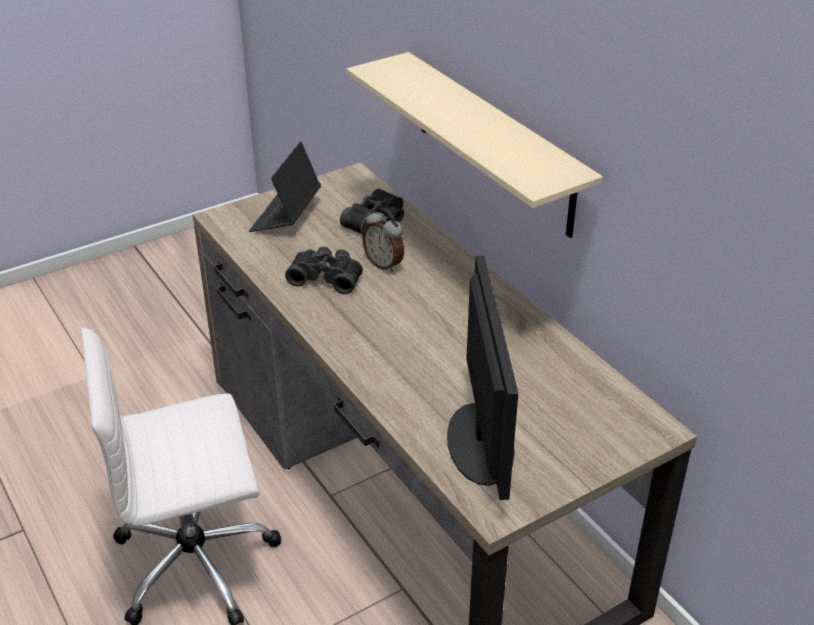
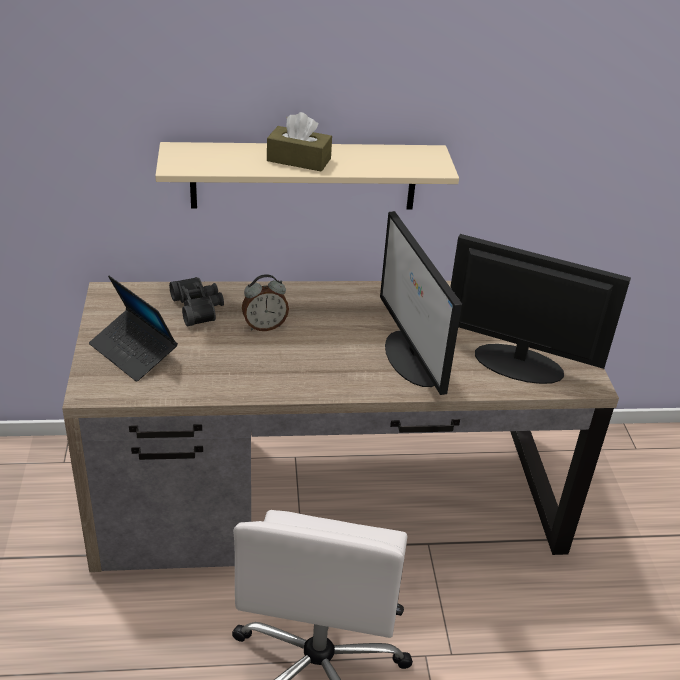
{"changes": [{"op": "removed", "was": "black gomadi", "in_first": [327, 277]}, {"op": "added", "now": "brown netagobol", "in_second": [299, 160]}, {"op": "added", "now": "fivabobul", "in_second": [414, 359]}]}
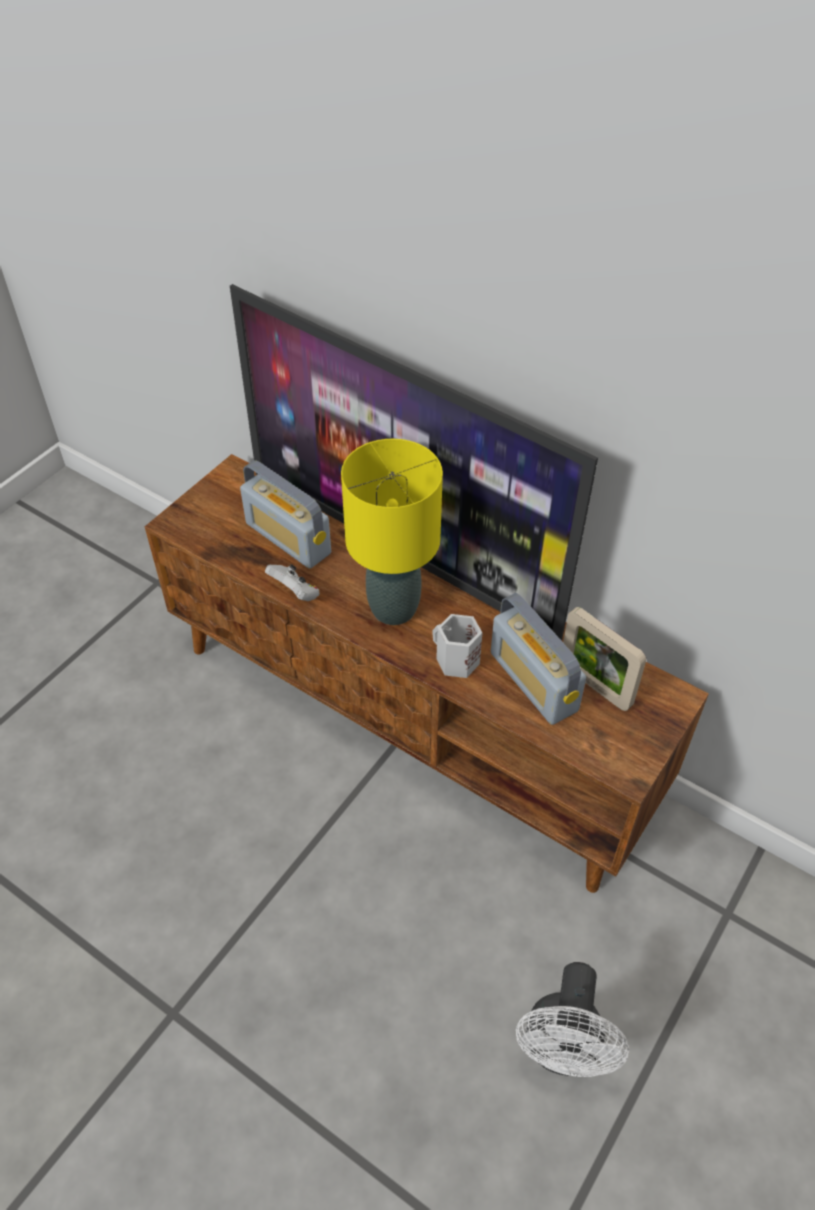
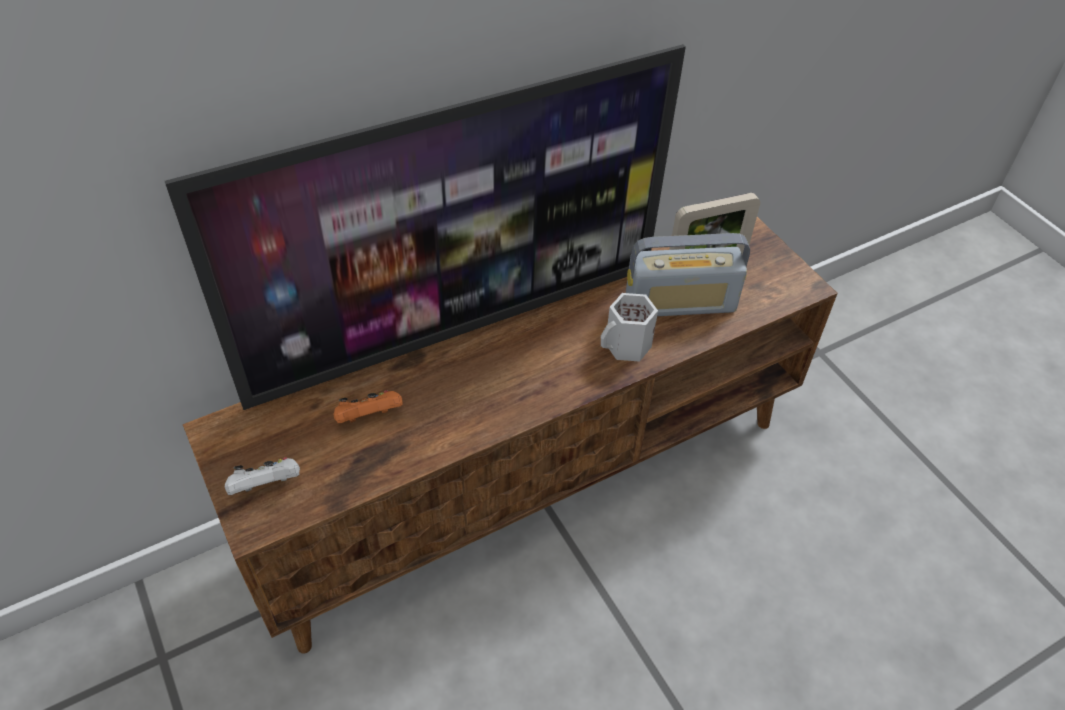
{"changes": [{"op": "replaced", "was": "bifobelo", "now": "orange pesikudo", "in_first": [288, 538], "in_second": [369, 418]}, {"op": "moved", "was": "white pesikudo", "in_first": [295, 593], "in_second": [267, 486]}, {"op": "removed", "was": "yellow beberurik", "in_first": [393, 609]}, {"op": "removed", "was": "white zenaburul", "in_first": [563, 1051]}]}
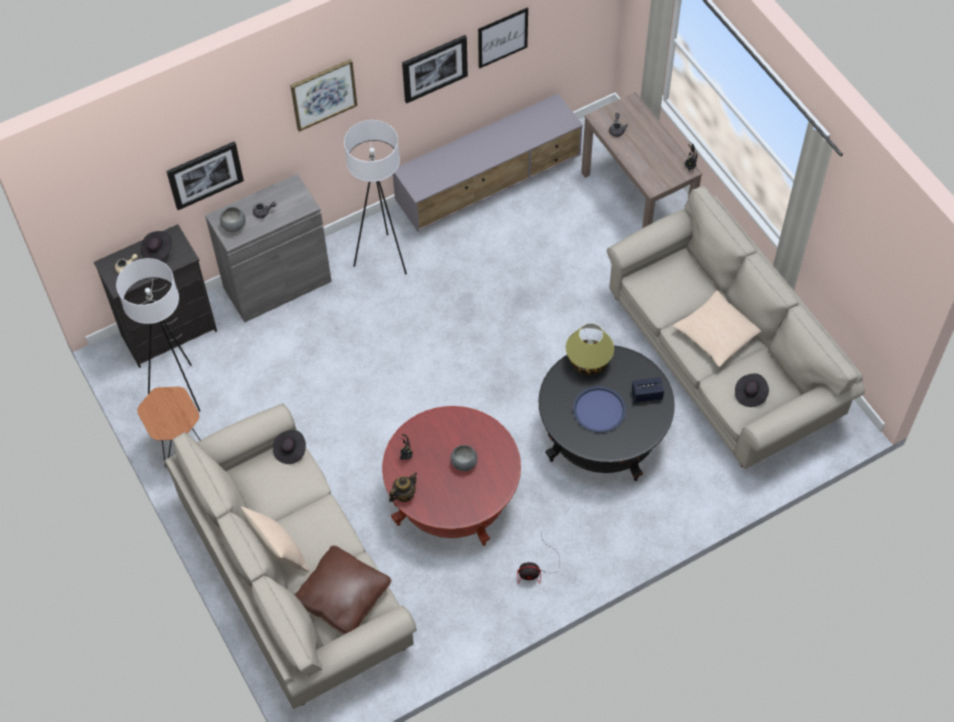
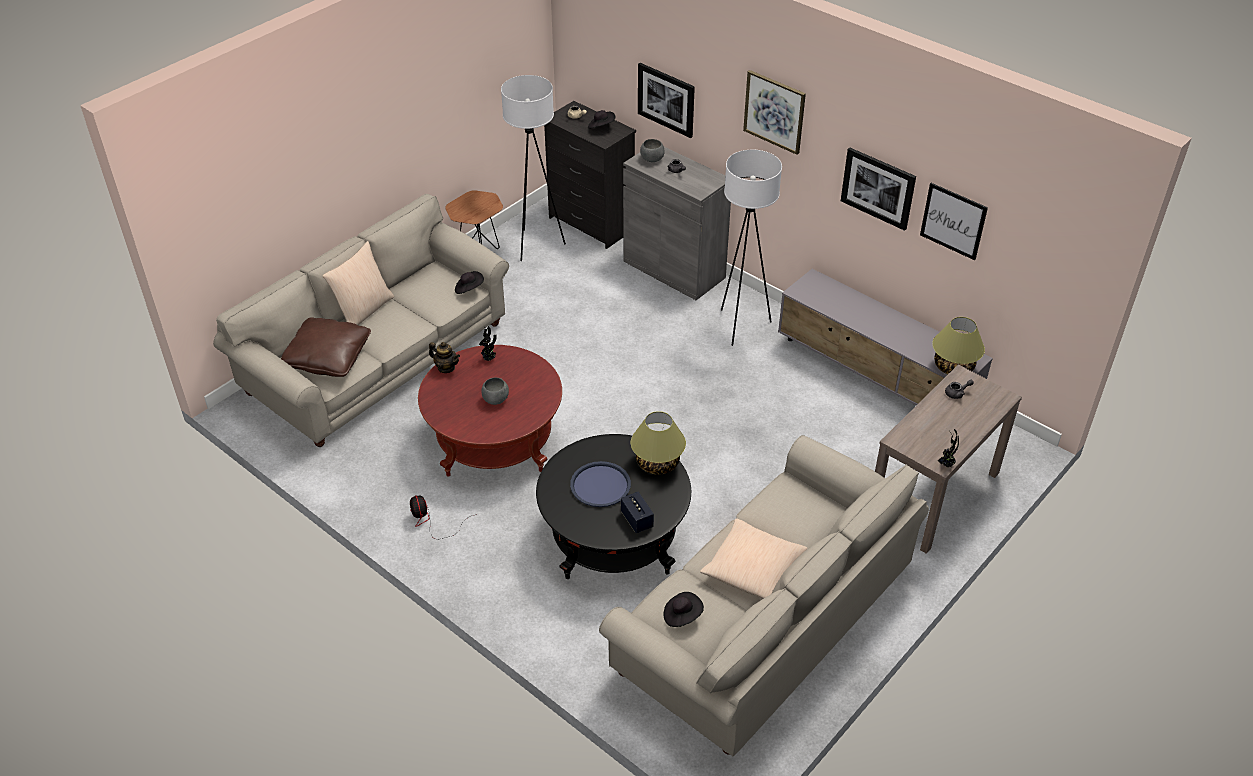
{"changes": [{"op": "added", "now": "beberurik", "in_second": [954, 367]}]}
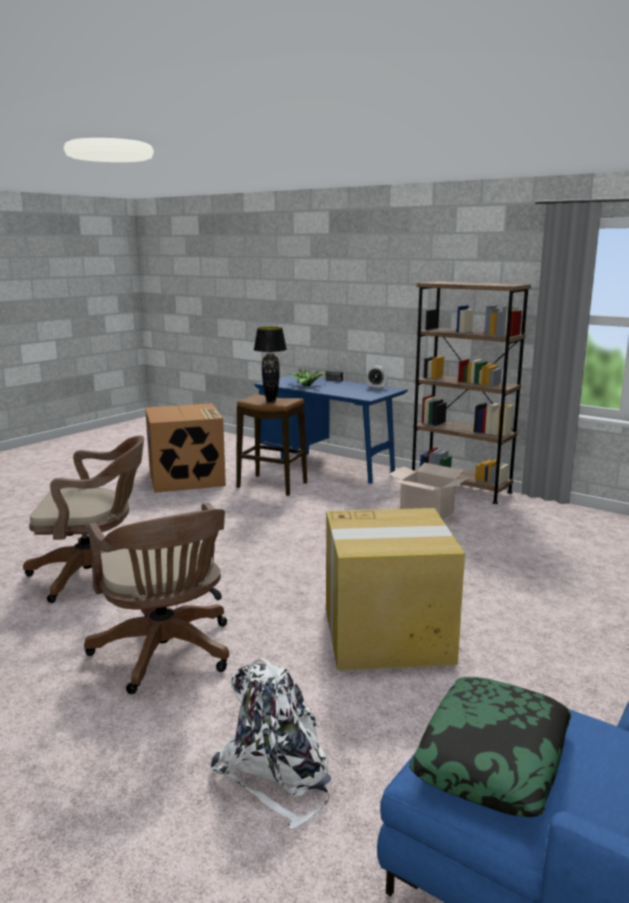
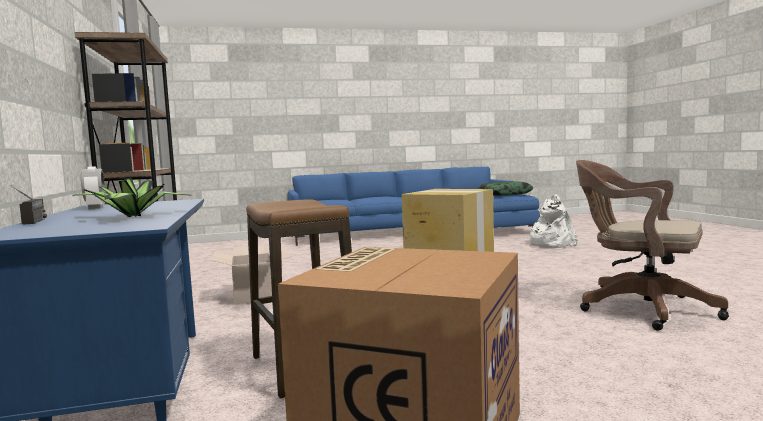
{"changes": [{"op": "removed", "was": "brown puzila", "in_first": [166, 655]}, {"op": "removed", "was": "black beberurik", "in_first": [270, 401]}]}
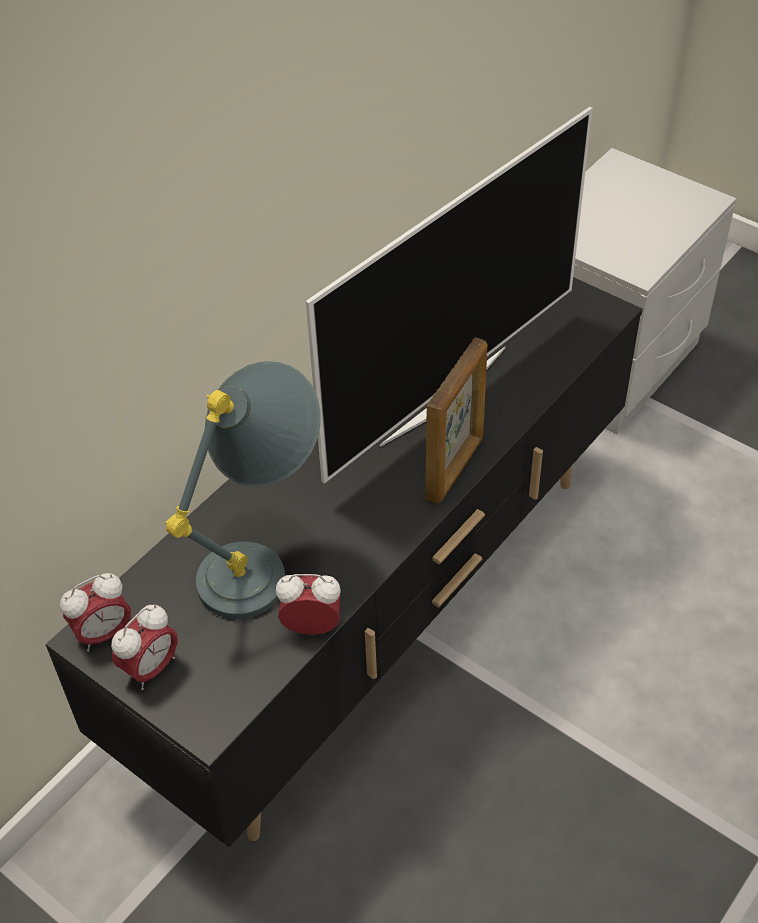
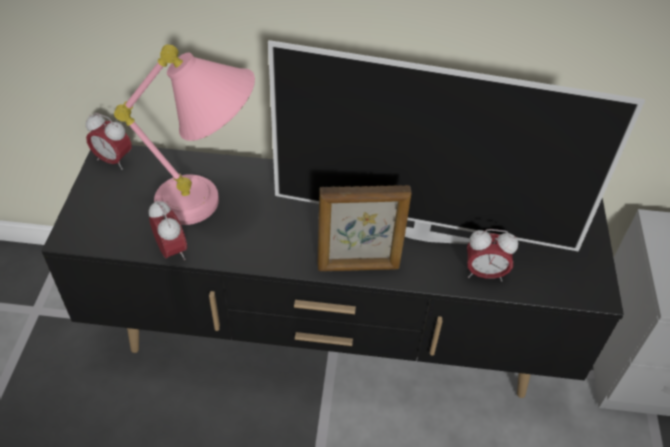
{"changes": [{"op": "moved", "was": "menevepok", "in_first": [151, 669], "in_second": [484, 273]}, {"op": "recoloured", "was": "grey beberurik", "now": "pink beberurik", "in_first": [264, 560], "in_second": [211, 204]}]}
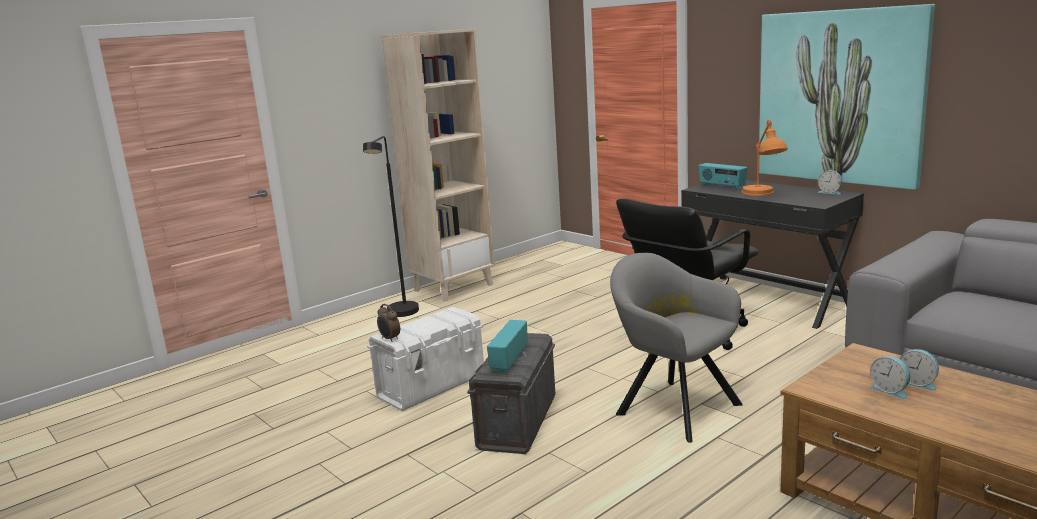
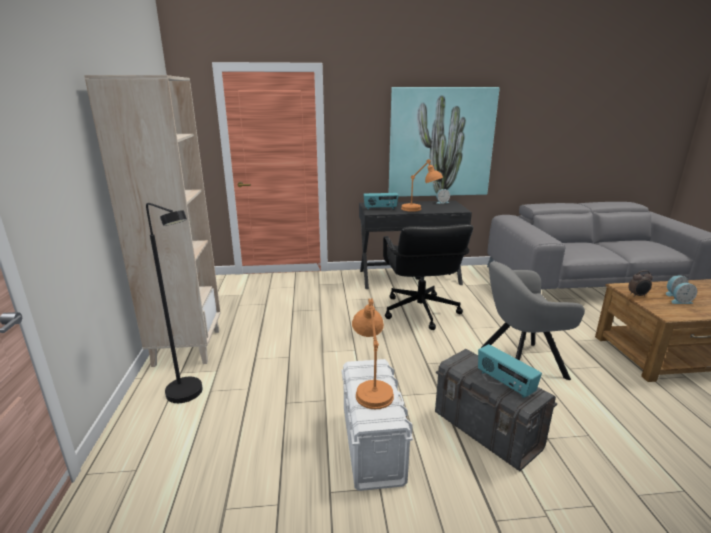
{"changes": [{"op": "moved", "was": "menevepok", "in_first": [389, 339], "in_second": [637, 295]}, {"op": "added", "now": "orange beberurik", "in_second": [371, 385]}]}
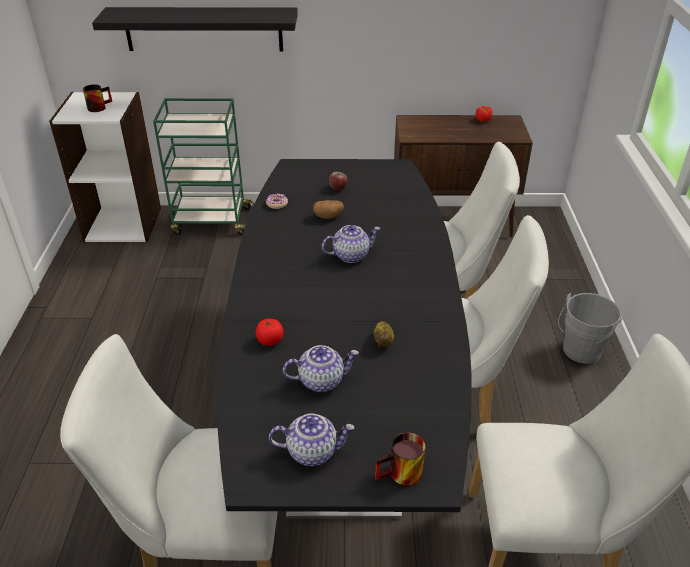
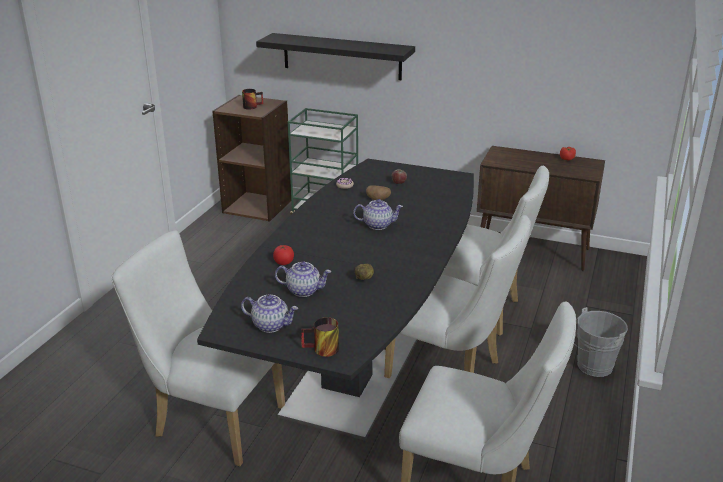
{"changes": [{"op": "recoloured", "was": "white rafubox", "now": "brown rafubox", "in_first": [124, 224], "in_second": [258, 206]}]}
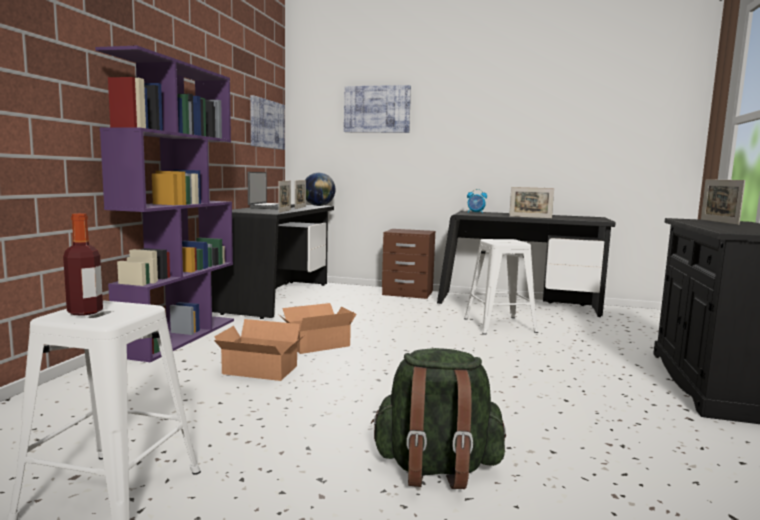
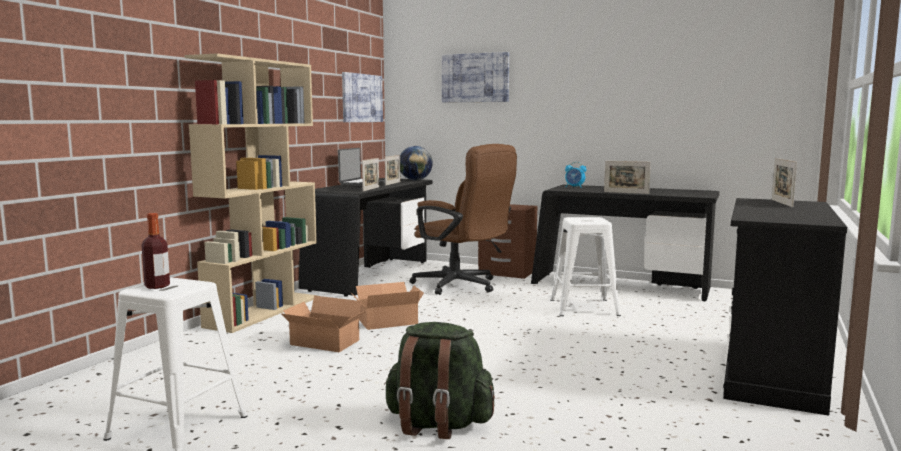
{"changes": [{"op": "recoloured", "was": "purple rafubox", "now": "beige rafubox", "in_first": [179, 336], "in_second": [264, 311]}, {"op": "added", "now": "brown puzila", "in_second": [462, 286]}]}
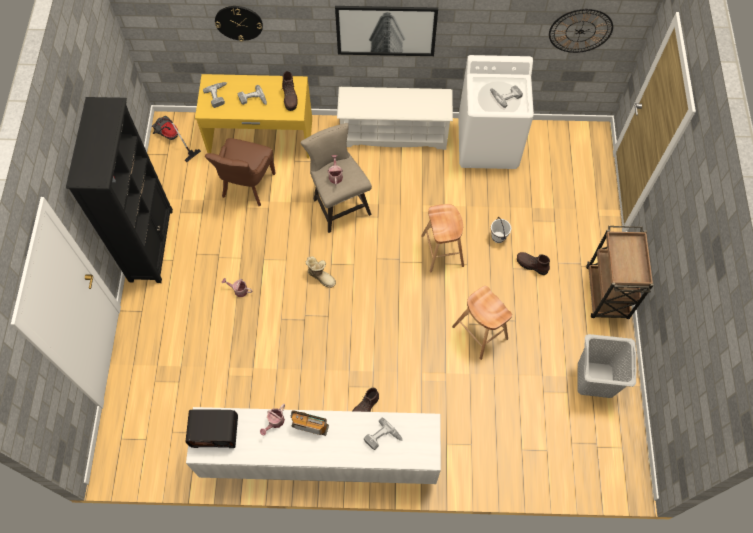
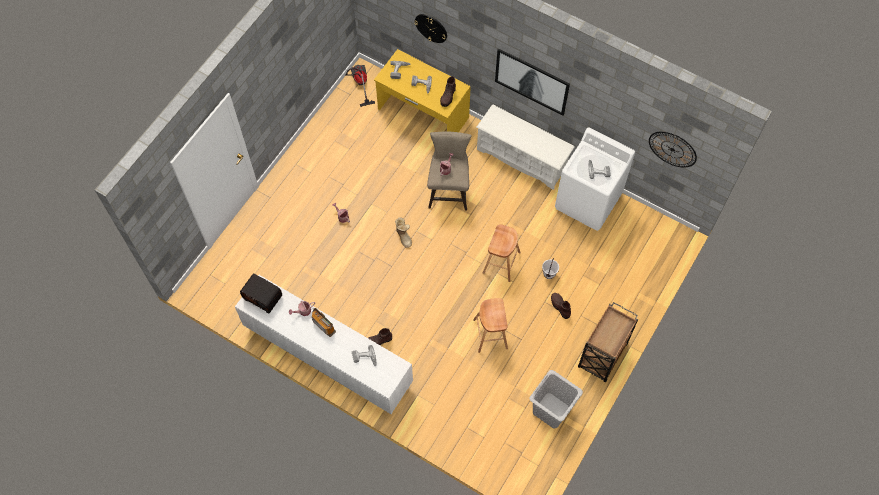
{"changes": [{"op": "removed", "was": "black rafubox", "in_first": [151, 244]}, {"op": "removed", "was": "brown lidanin", "in_first": [247, 186]}]}
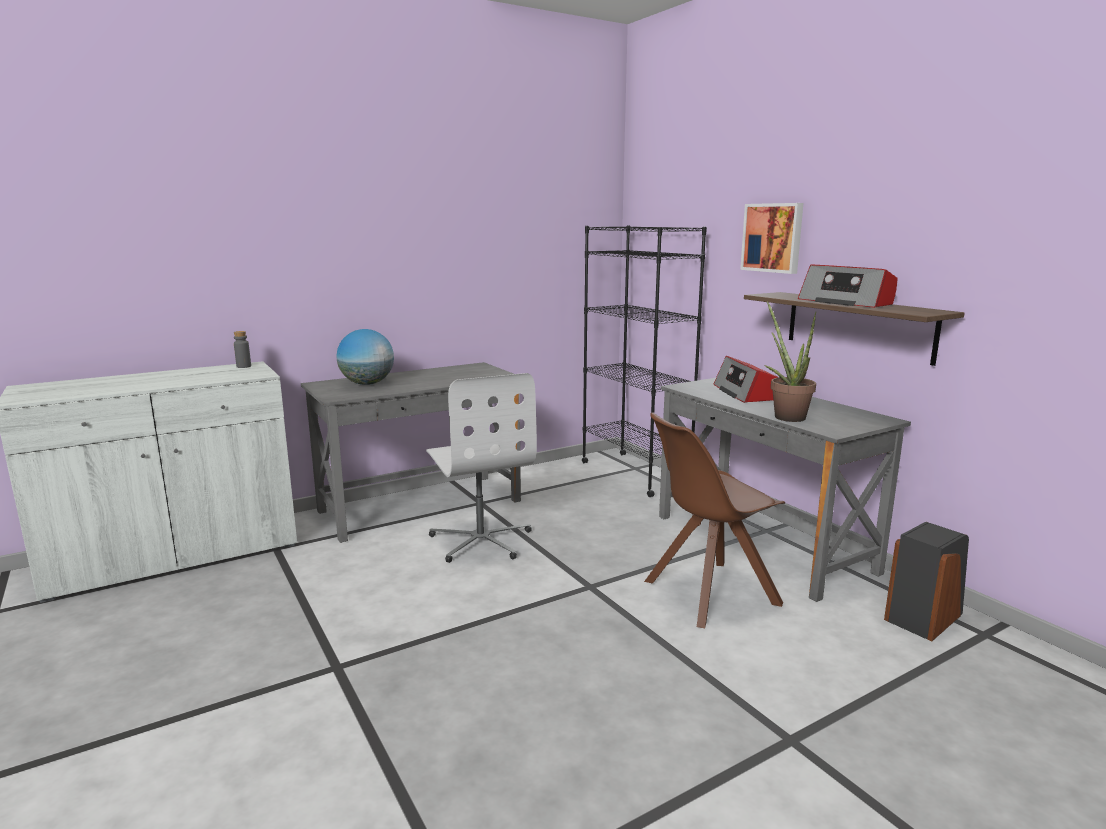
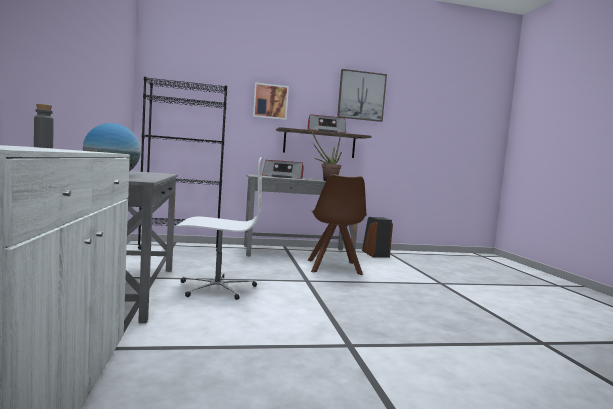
{"changes": [{"op": "added", "now": "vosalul", "in_second": [361, 96]}]}
